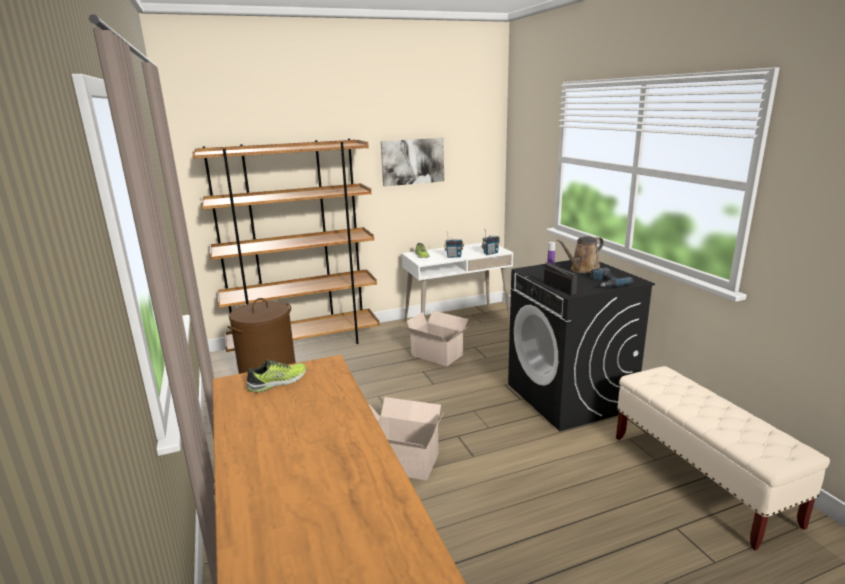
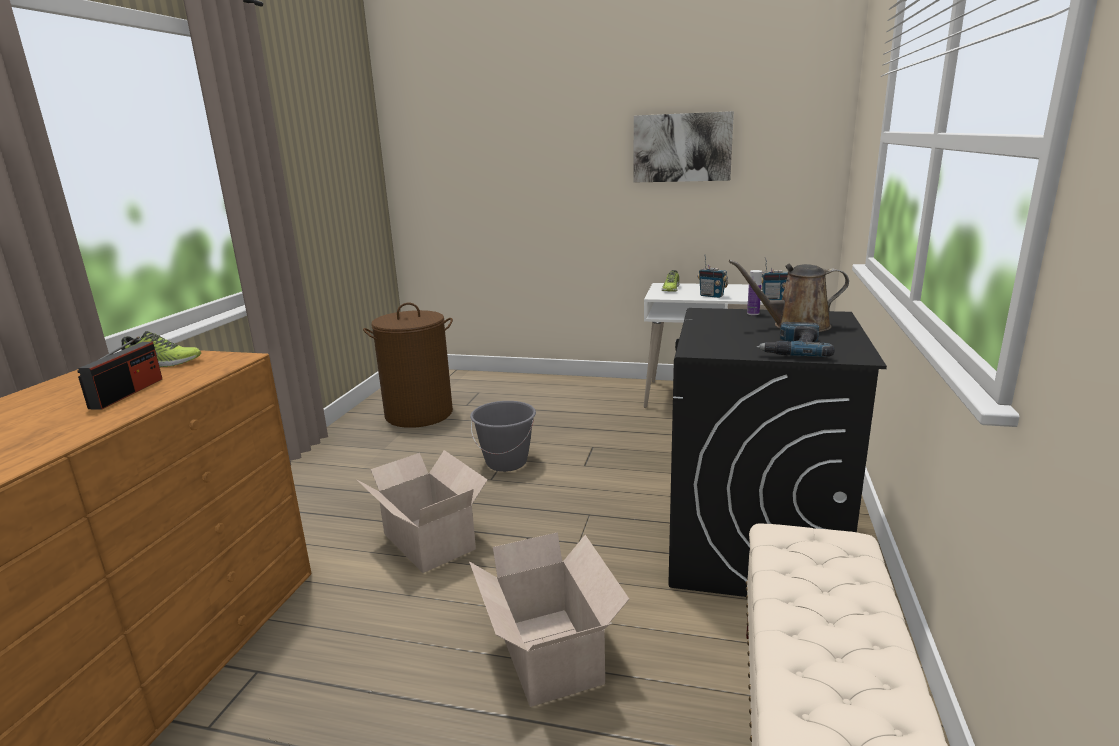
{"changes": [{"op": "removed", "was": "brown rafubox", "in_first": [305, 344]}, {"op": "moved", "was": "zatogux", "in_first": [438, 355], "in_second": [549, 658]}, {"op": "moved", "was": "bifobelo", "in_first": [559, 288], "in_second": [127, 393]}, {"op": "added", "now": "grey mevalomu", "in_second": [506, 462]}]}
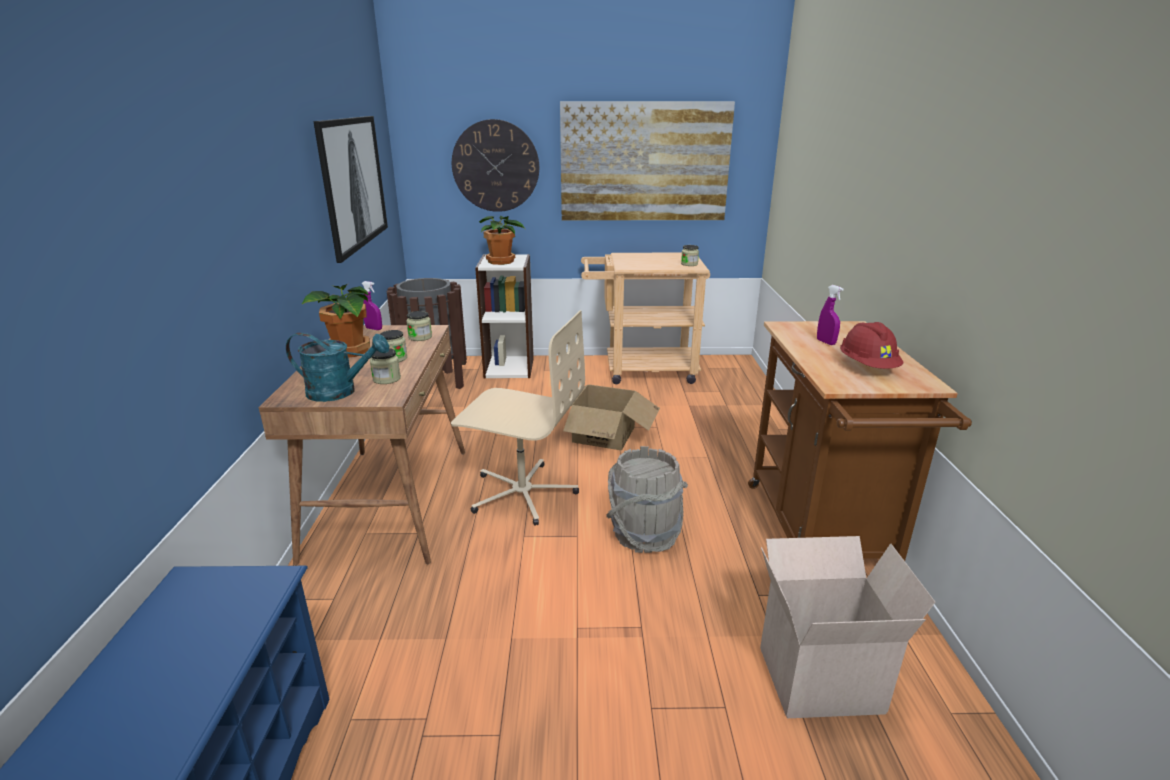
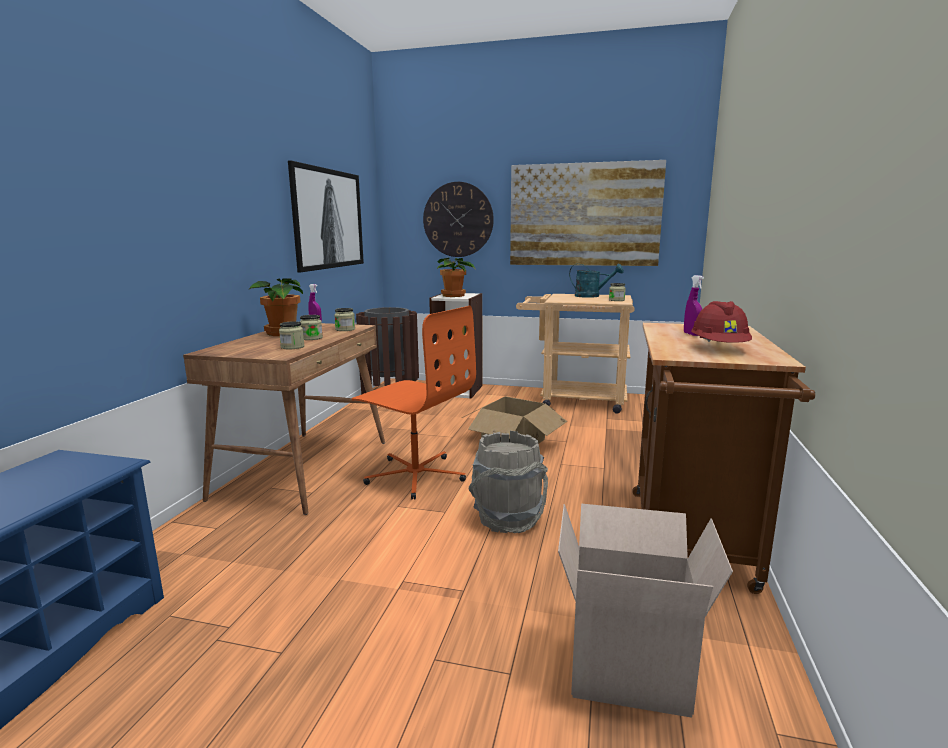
{"changes": [{"op": "moved", "was": "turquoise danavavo", "in_first": [340, 392], "in_second": [592, 296]}, {"op": "recoloured", "was": "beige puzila", "now": "orange puzila", "in_first": [522, 493], "in_second": [415, 475]}]}
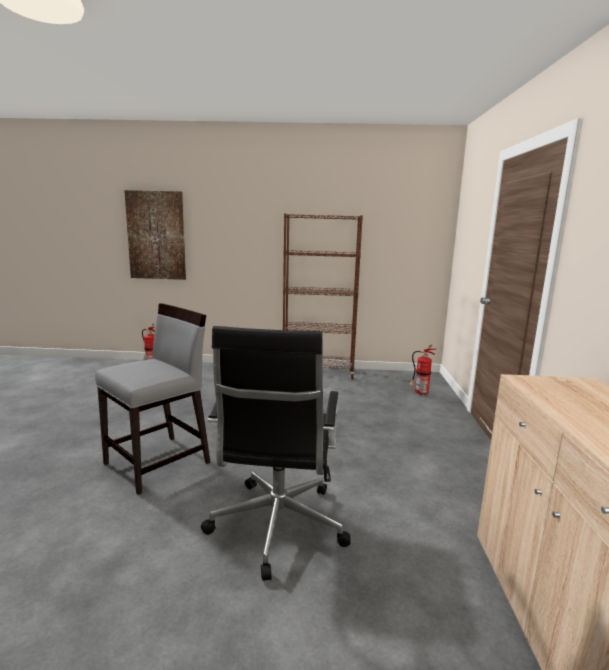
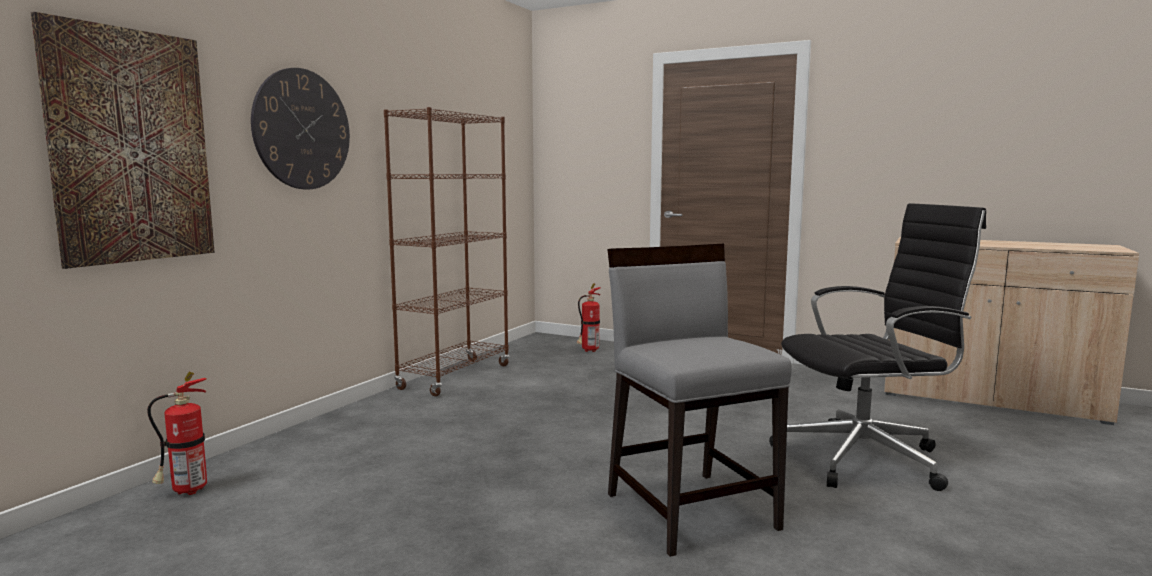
{"changes": [{"op": "turned", "was": "black puzila", "in_first": [276, 527], "in_second": [866, 458], "clockwise": -45}, {"op": "added", "now": "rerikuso", "in_second": [302, 129]}]}
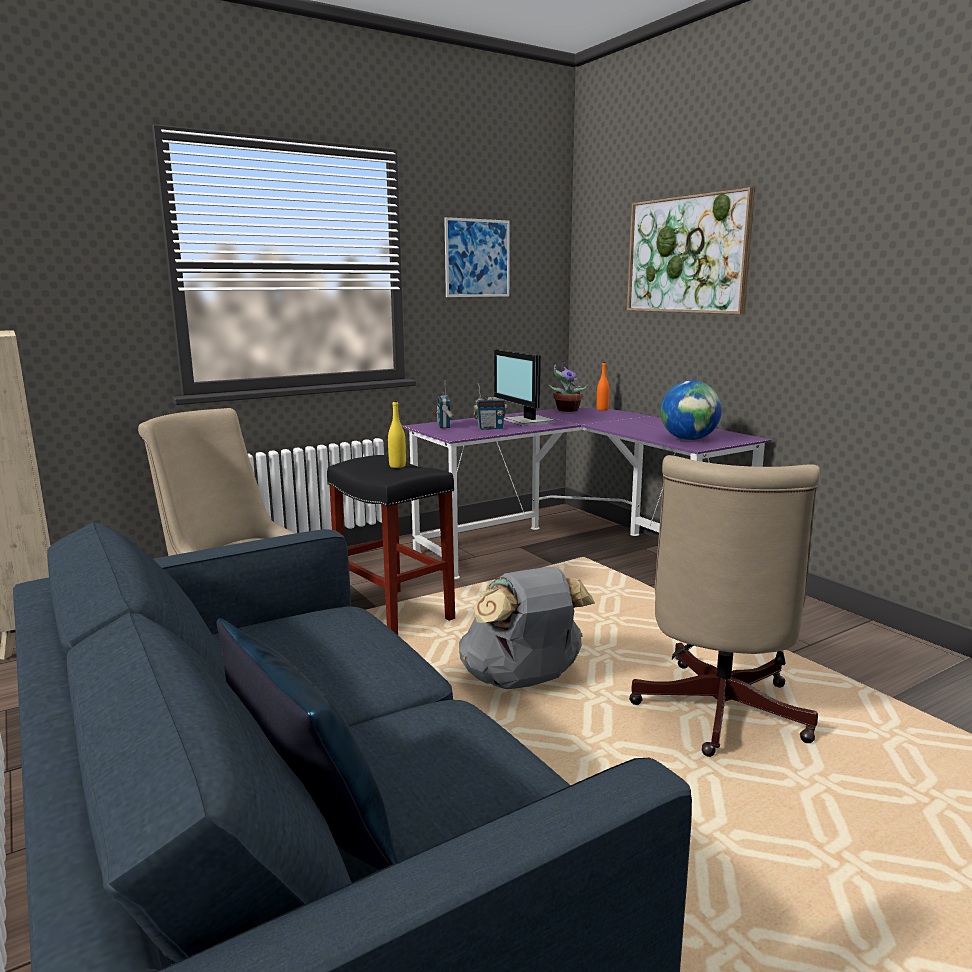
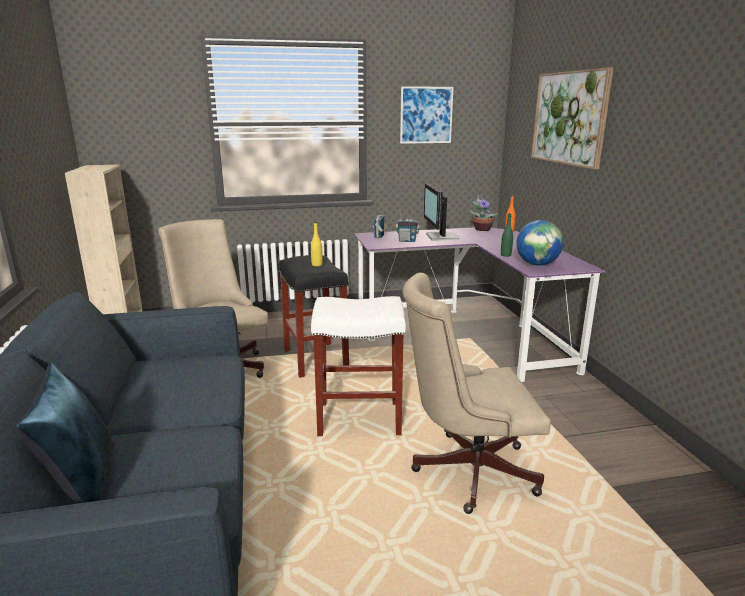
{"changes": [{"op": "replaced", "was": "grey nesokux", "now": "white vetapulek", "in_first": [523, 681], "in_second": [358, 419]}, {"op": "turned", "was": "beige puzila", "in_first": [717, 715], "in_second": [466, 470], "clockwise": 45}, {"op": "added", "now": "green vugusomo", "in_second": [505, 255]}]}
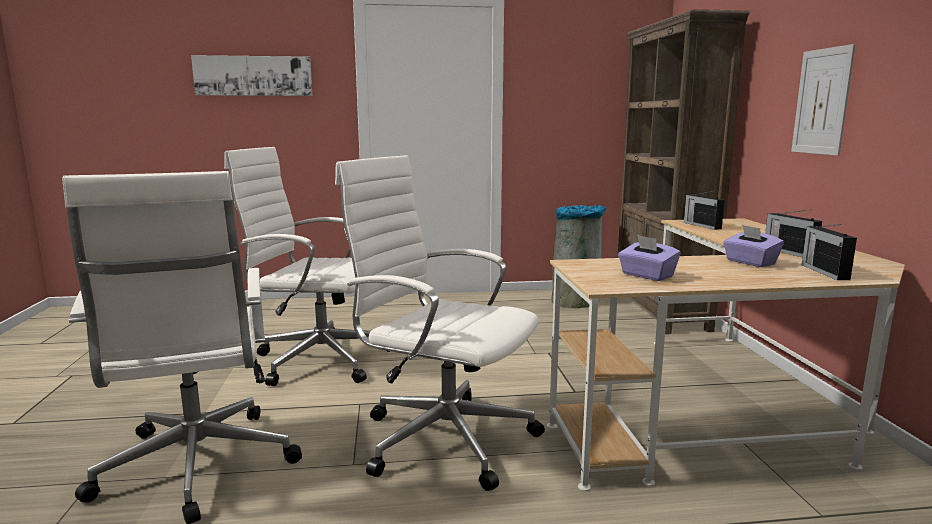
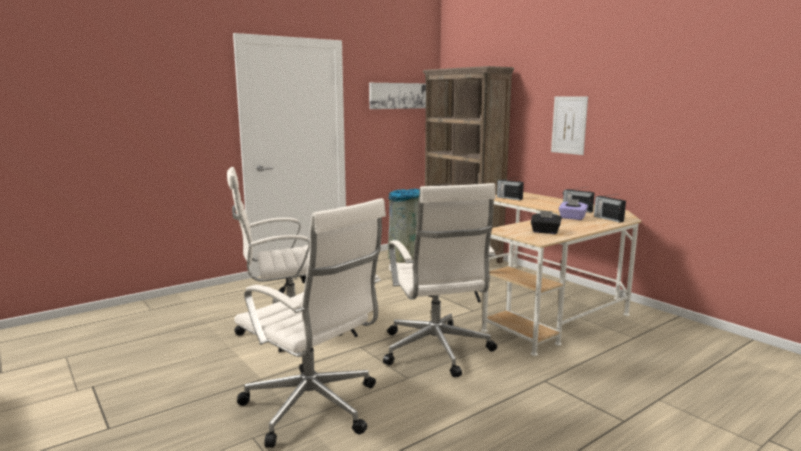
{"changes": [{"op": "moved", "was": "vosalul", "in_first": [253, 76], "in_second": [400, 95]}, {"op": "turned", "was": "white puzila", "in_first": [443, 437], "in_second": [436, 351], "clockwise": -105}, {"op": "recoloured", "was": "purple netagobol", "now": "black netagobol", "in_first": [646, 275], "in_second": [545, 232]}]}
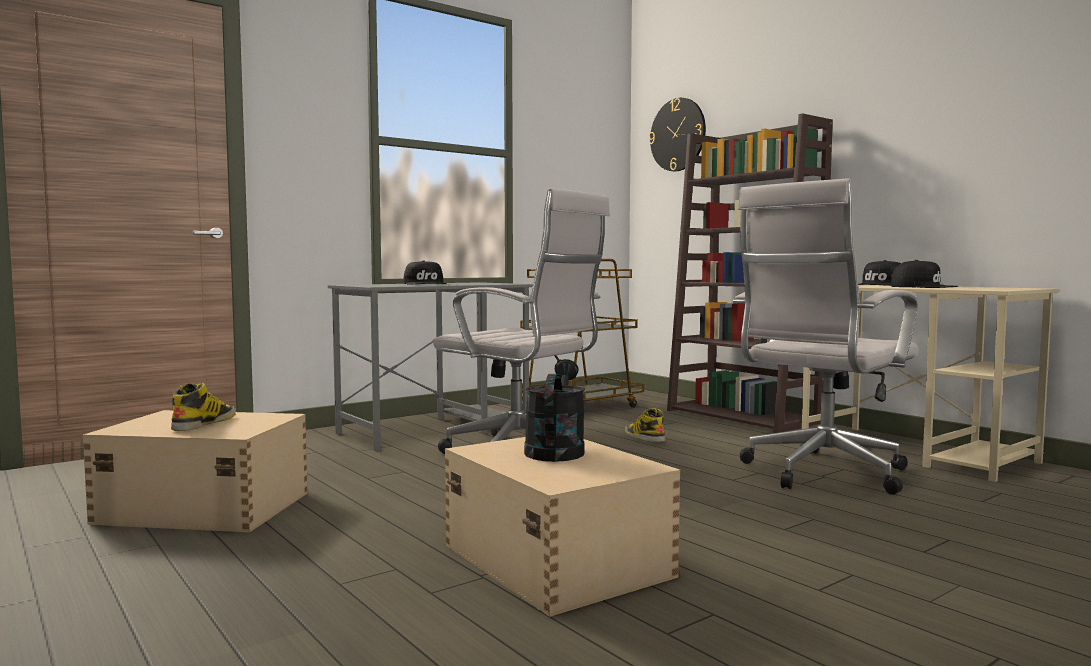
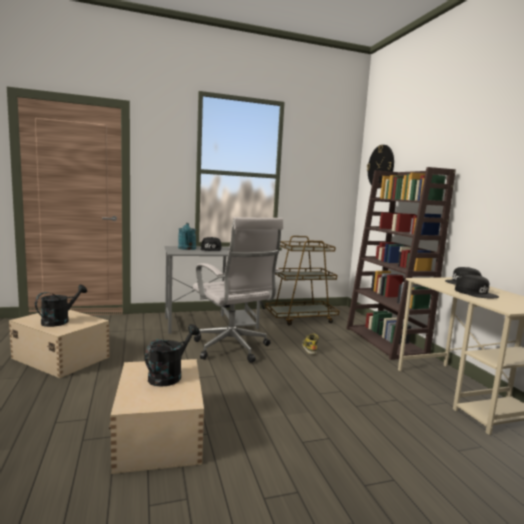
{"changes": [{"op": "replaced", "was": "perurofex", "now": "black danavavo", "in_first": [204, 424], "in_second": [60, 321]}, {"op": "removed", "was": "white puzila", "in_first": [820, 474]}, {"op": "added", "now": "turquoise danavavo", "in_second": [187, 249]}]}
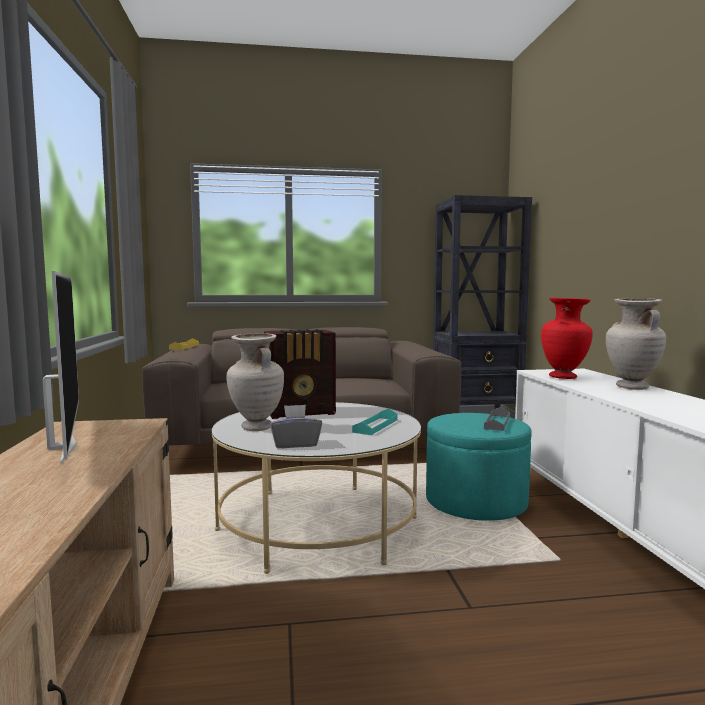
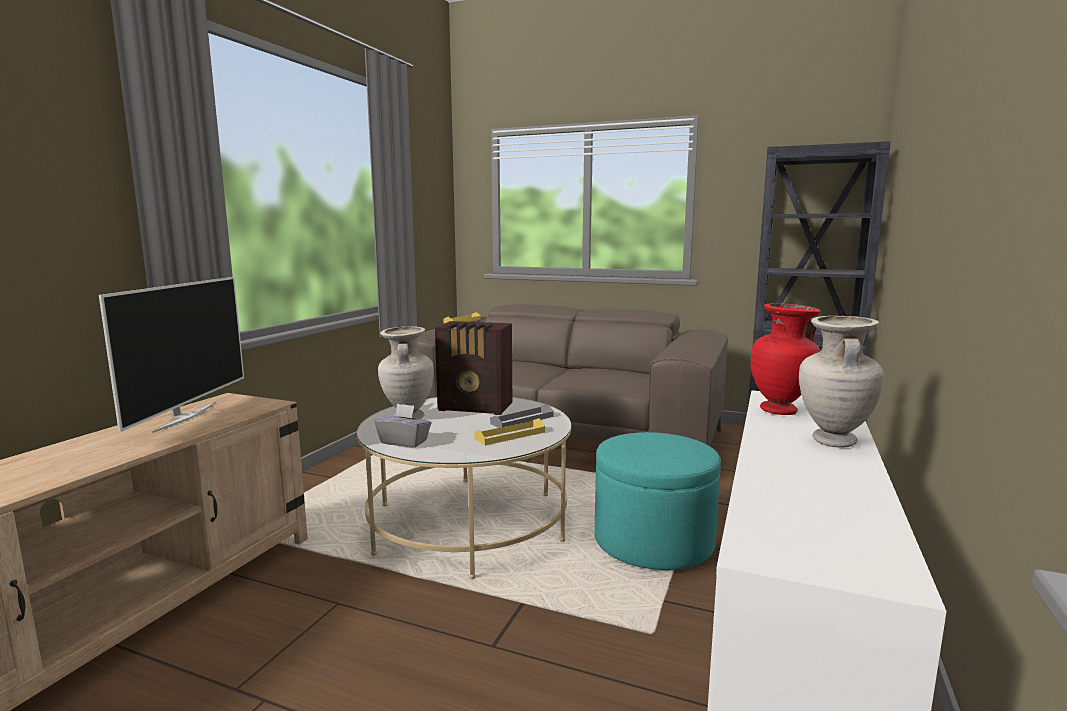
{"changes": [{"op": "recoloured", "was": "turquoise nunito", "now": "yellow nunito", "in_first": [375, 426], "in_second": [510, 435]}, {"op": "moved", "was": "grey nunito", "in_first": [497, 422], "in_second": [522, 420]}]}
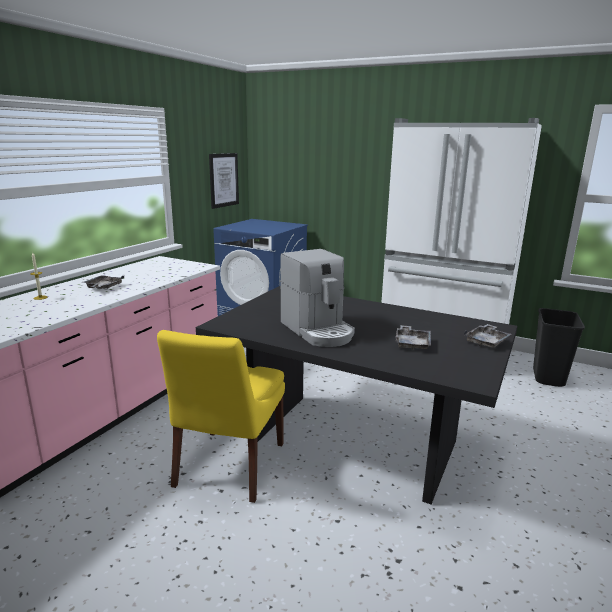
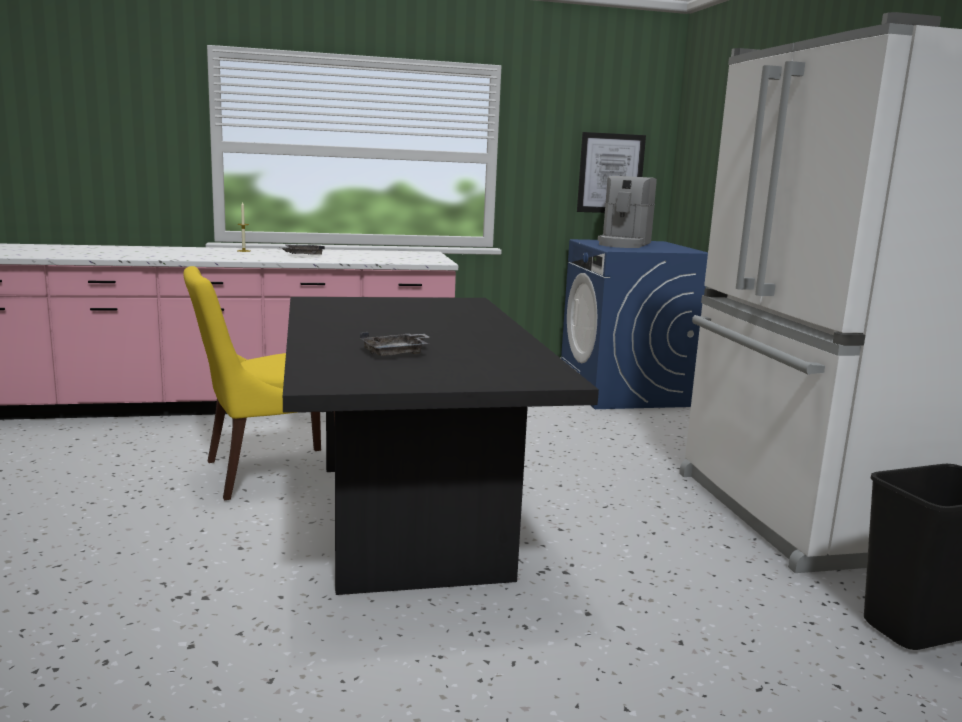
{"changes": [{"op": "moved", "was": "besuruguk", "in_first": [318, 330], "in_second": [624, 244]}, {"op": "removed", "was": "grey nunito", "in_first": [487, 342]}]}
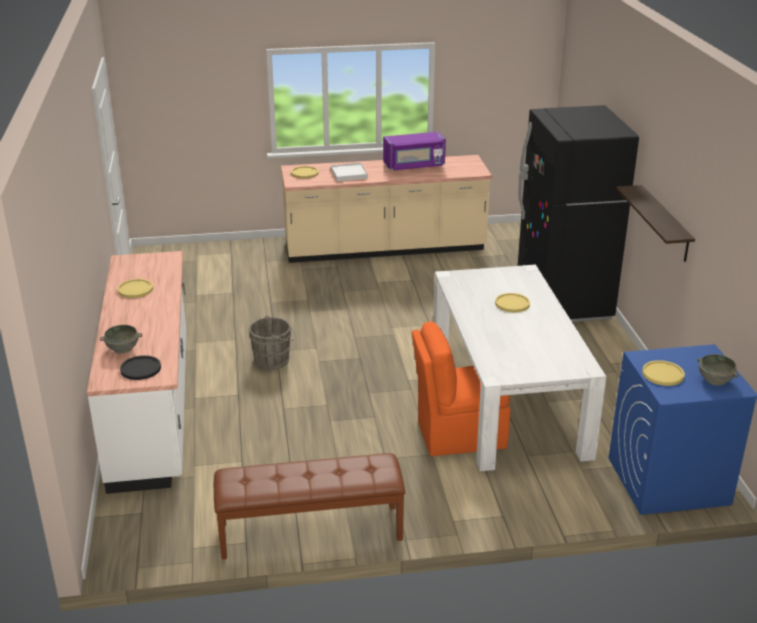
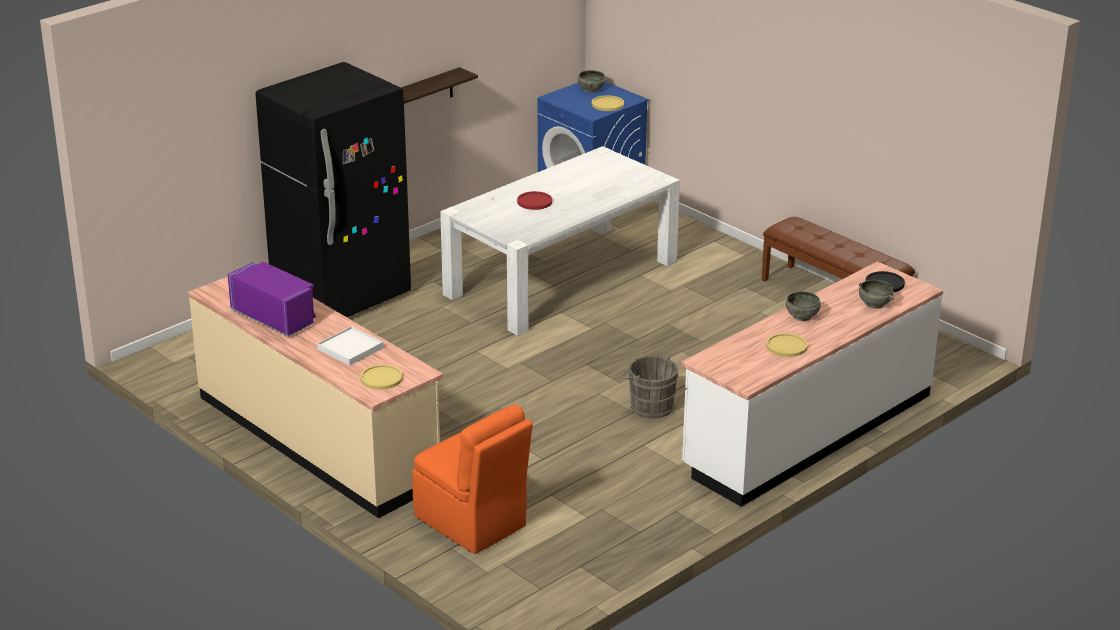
{"changes": [{"op": "moved", "was": "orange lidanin", "in_first": [458, 435], "in_second": [472, 523]}, {"op": "recoloured", "was": "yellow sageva", "now": "red sageva", "in_first": [512, 303], "in_second": [534, 201]}, {"op": "added", "now": "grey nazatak", "in_second": [802, 316]}]}
